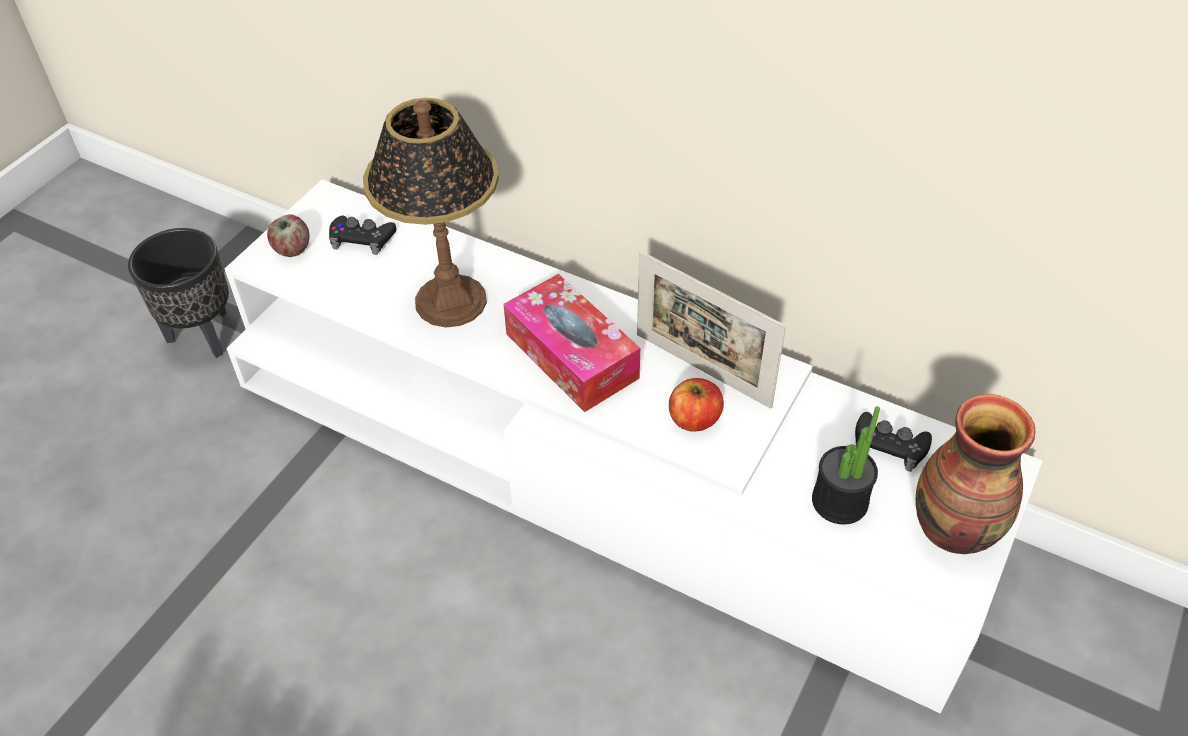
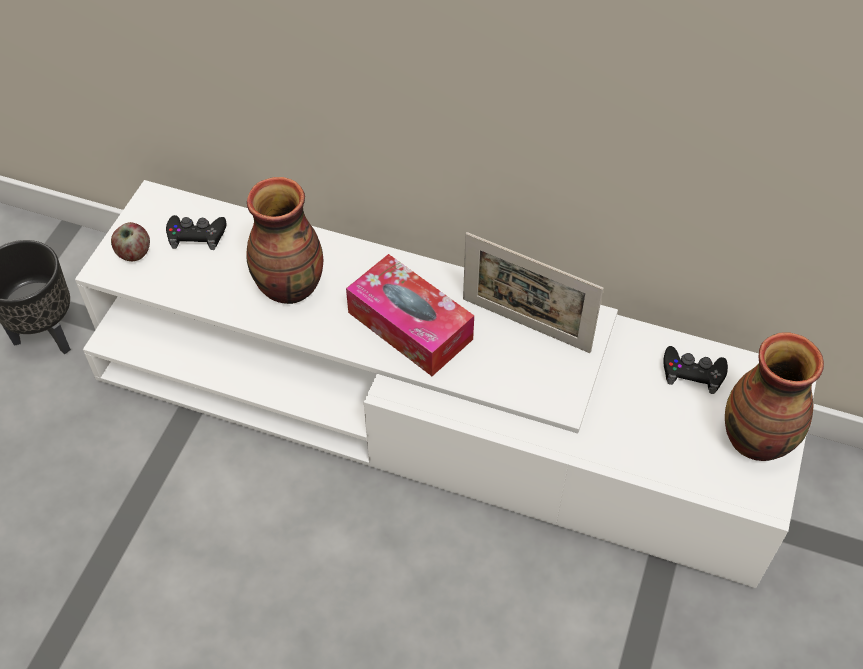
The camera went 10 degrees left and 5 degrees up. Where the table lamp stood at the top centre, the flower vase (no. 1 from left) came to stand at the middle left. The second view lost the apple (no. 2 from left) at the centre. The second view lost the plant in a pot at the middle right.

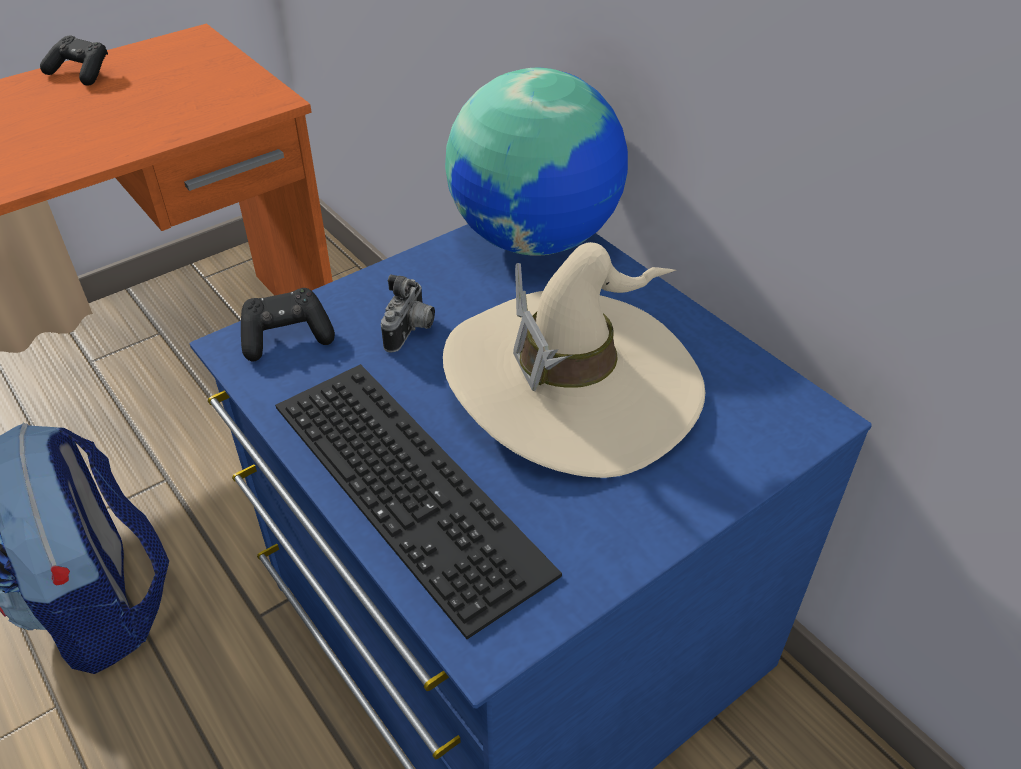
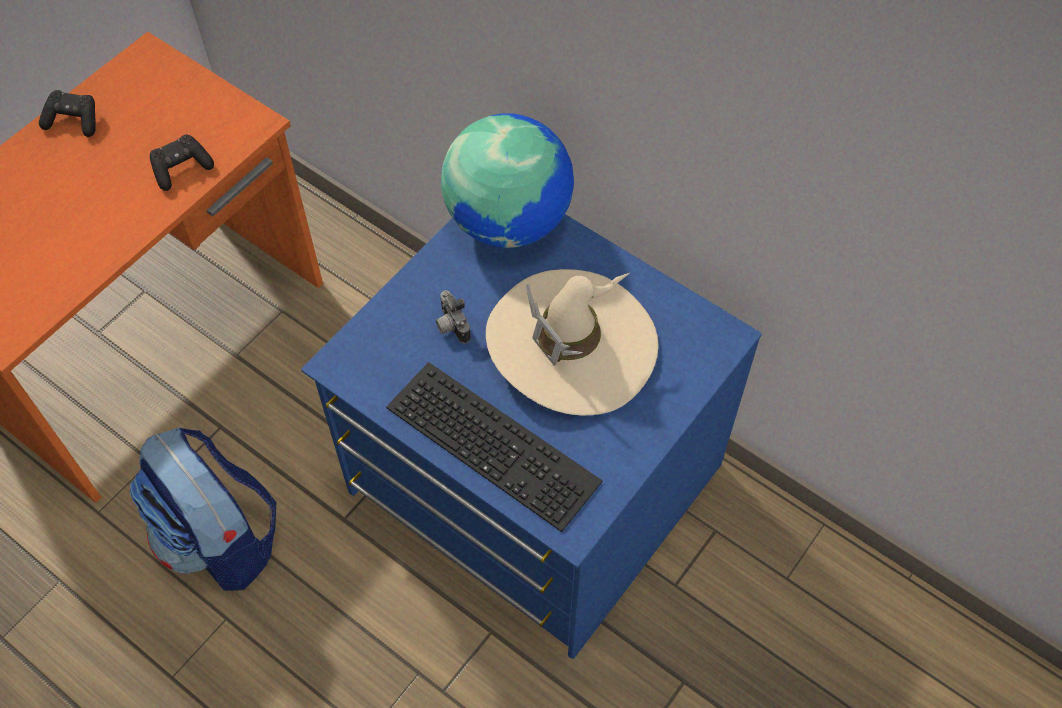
The camera went 15 degrees left and 15 degrees up. The blackish gamepad (no. 2 from left) ended up elsewhere, having gone from the middle left to the top left. The still camera at the centre ended up facing another way, 150 degrees clockwise from before.

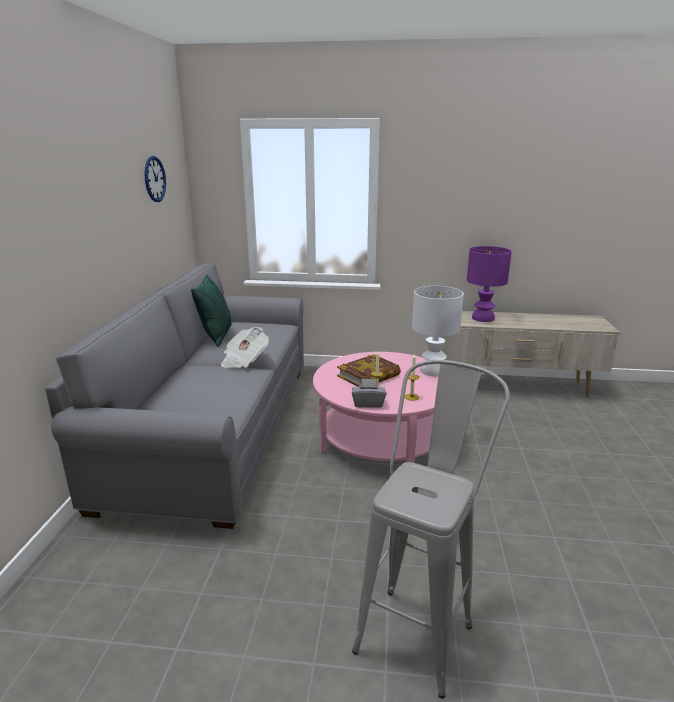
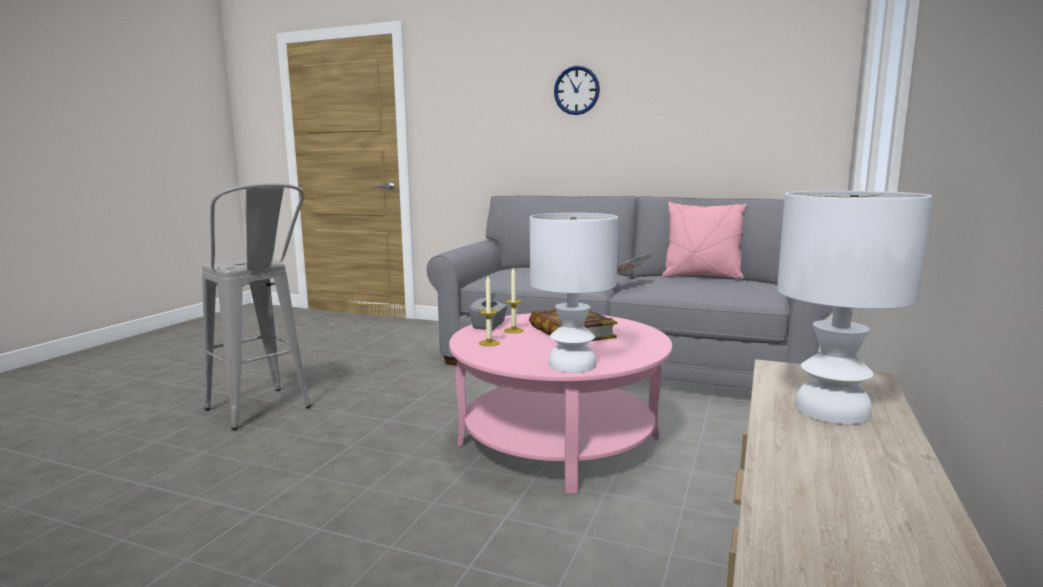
The camera went 105 degrees right and 10 degrees down. The wall clock ended up elsewhere, having gone from the top left to the top centre. What was the green-coloured throw pillow at the middle left turned into the pinkish throw pillow at the middle right. What was the purple table lamp at the middle right turned into the white table lamp (no. 2 from left) at the middle right.

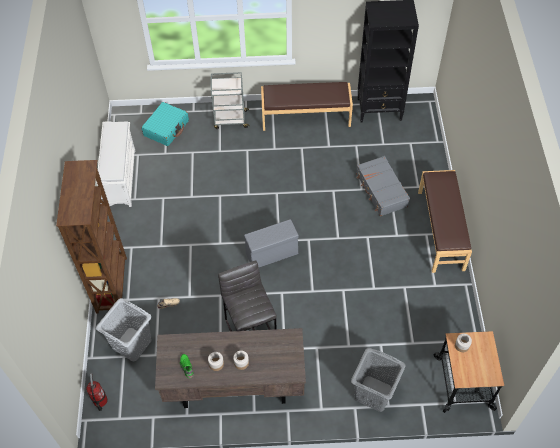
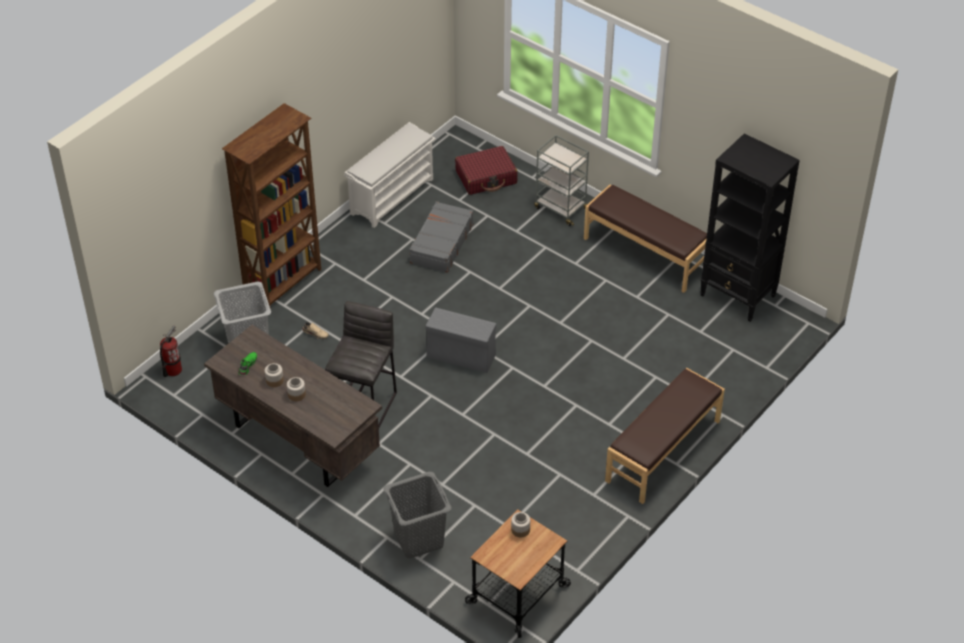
The camera went 40 degrees right and 10 degrees down. What was the turquoise piece of luggage at the top left turned into the reddish piece of luggage at the top centre. The grey piece of luggage ended up elsewhere, having gone from the middle right to the centre.

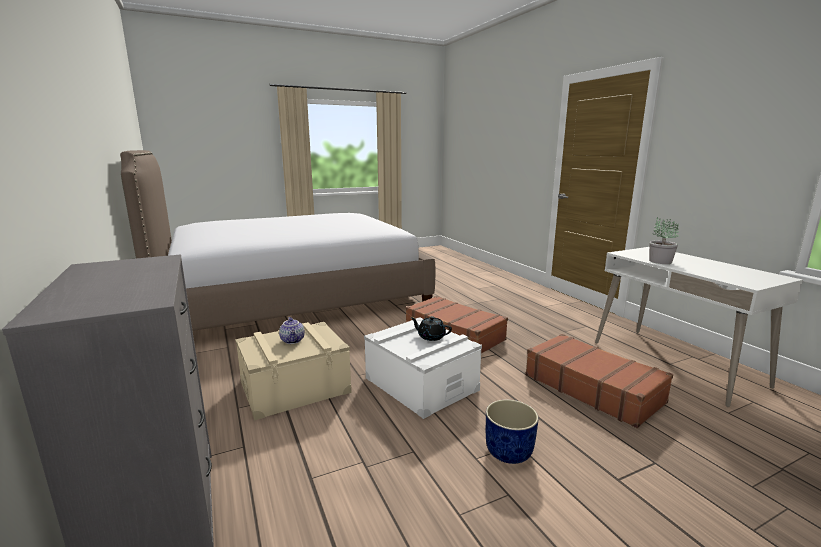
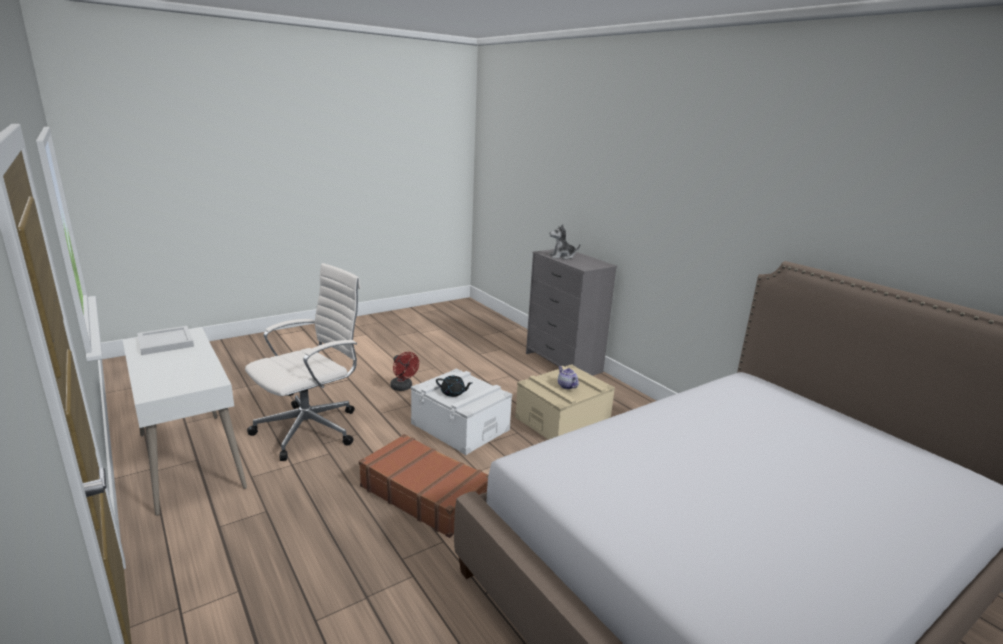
The camera went 170 degrees right and 5 degrees up. Where the bluish plant pot stood at the bottom centre, the reddish fan came to stand at the centre. Where the brownish piece of luggage (no. 2 from left) stood at the bottom right, the white computer chair came to stand at the middle left. The second view lost the plant in a pot at the middle right. The second view gained the white tray at the middle left. The second view gained the soft toy at the centre.

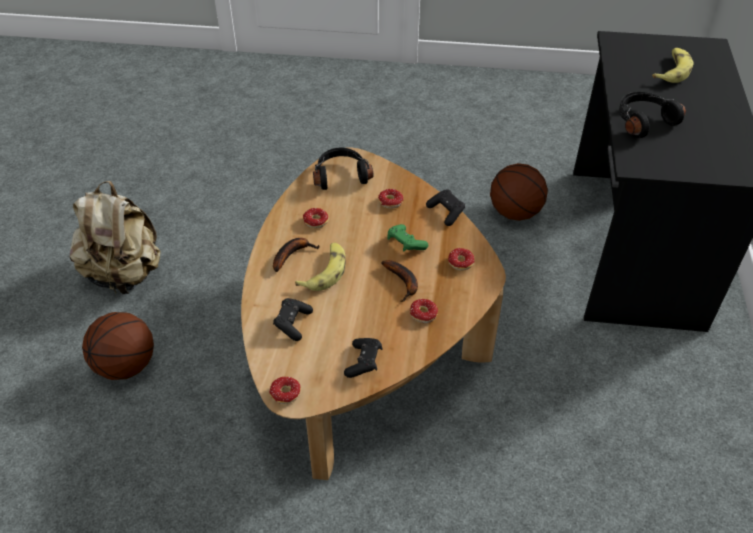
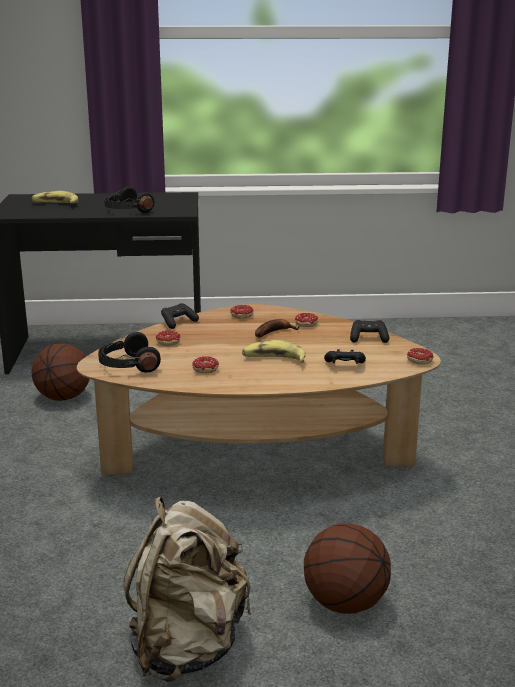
The camera went 100 degrees left and 25 degrees down. The second view lost the whole banana (no. 1 from left) at the centre. The second view lost the green-coloured gamepad at the centre.

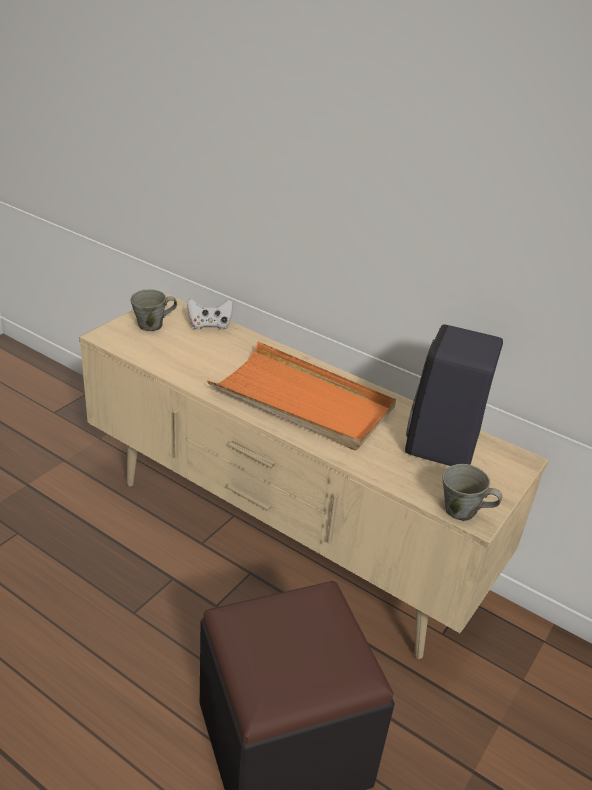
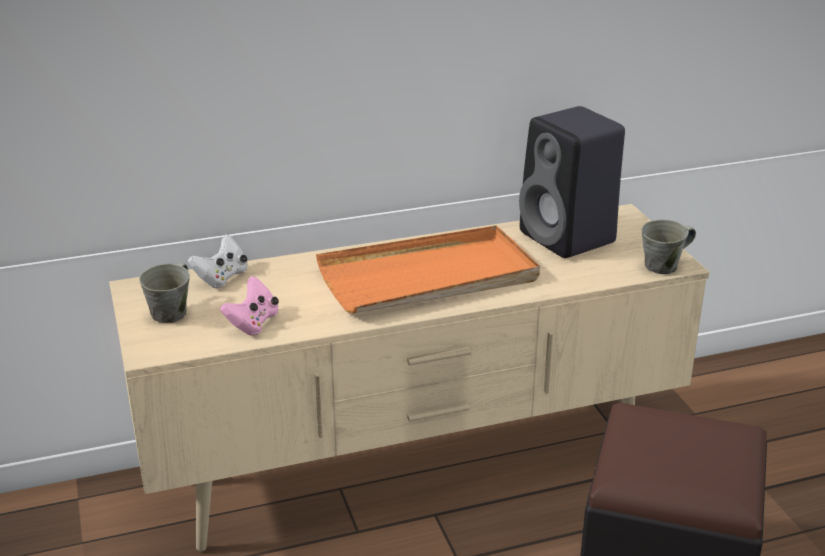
The camera went 50 degrees left and 5 degrees down. The second view gained the pinkish gamepad at the middle left.

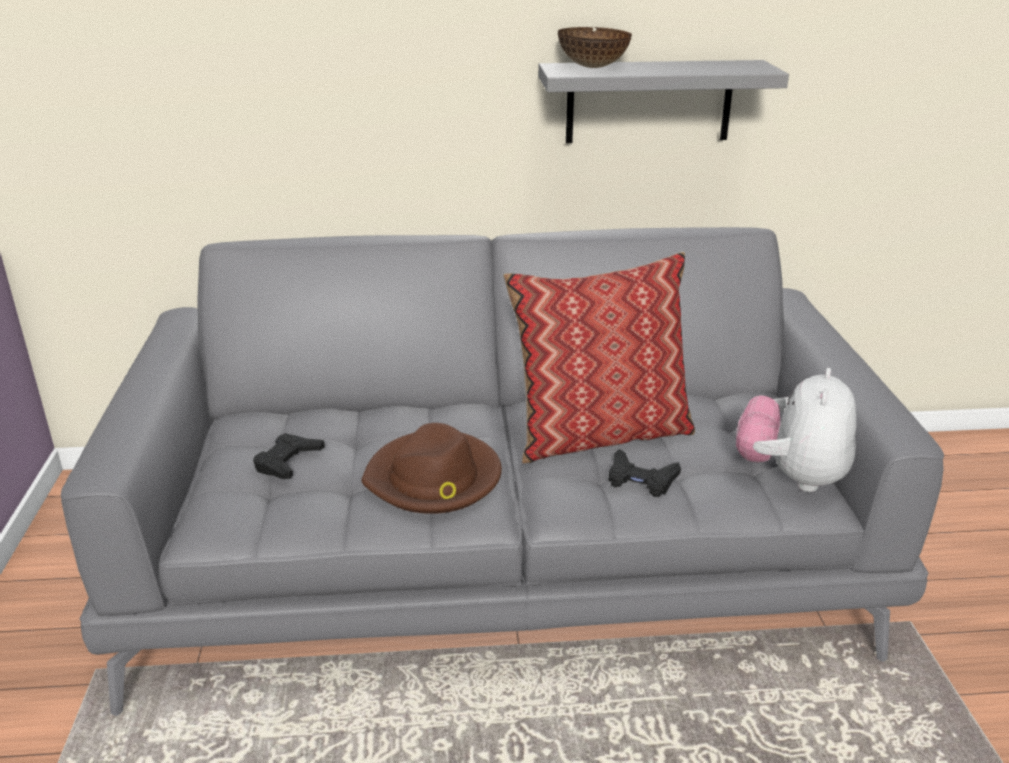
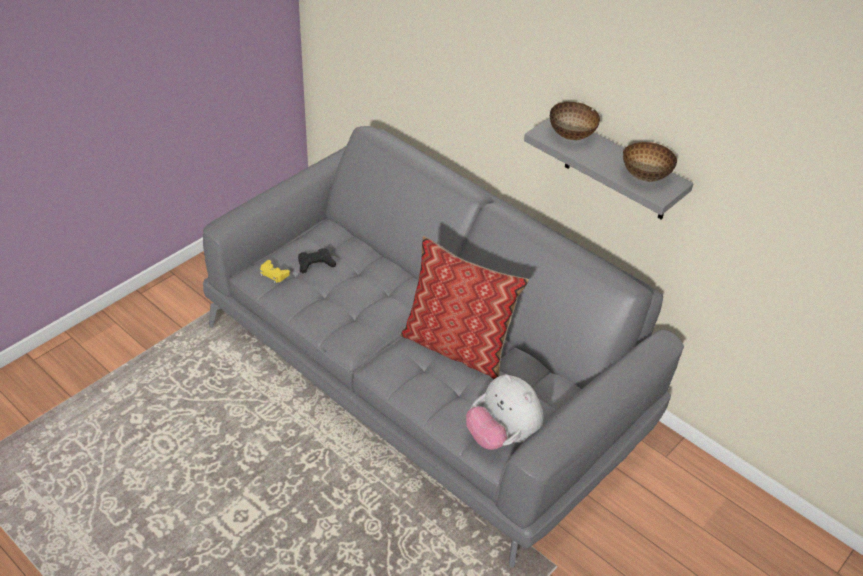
The camera went 45 degrees right and 15 degrees up. The second view lost the brownish wearable hat at the centre. The second view lost the blackish gamepad (no. 2 from left) at the centre. The soft toy at the middle right ended up facing another way, 105 degrees counterclockwise from before. The second view gained the yellow gamepad at the middle left. The second view gained the deep dish (no. 2 from left) at the top right.

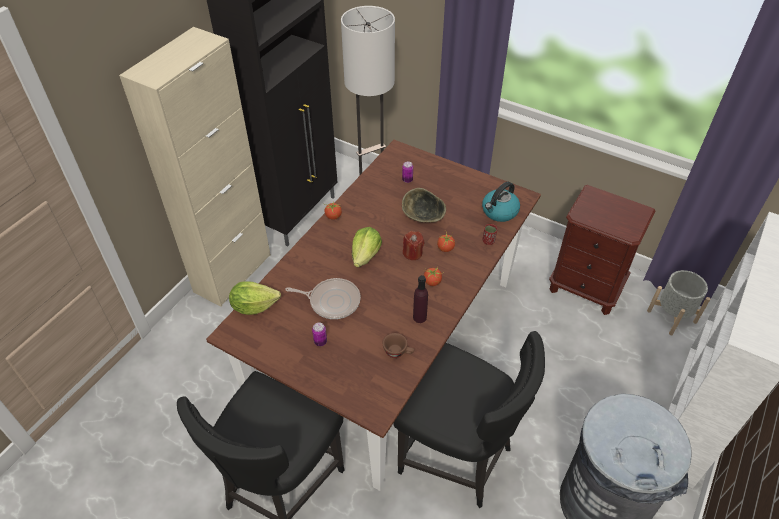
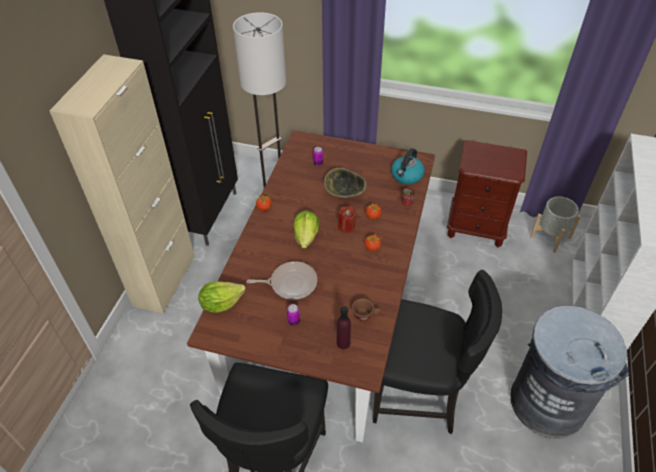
The camera went 15 degrees left and 0 degrees up. The purple bottle ended up elsewhere, having gone from the centre to the bottom centre.

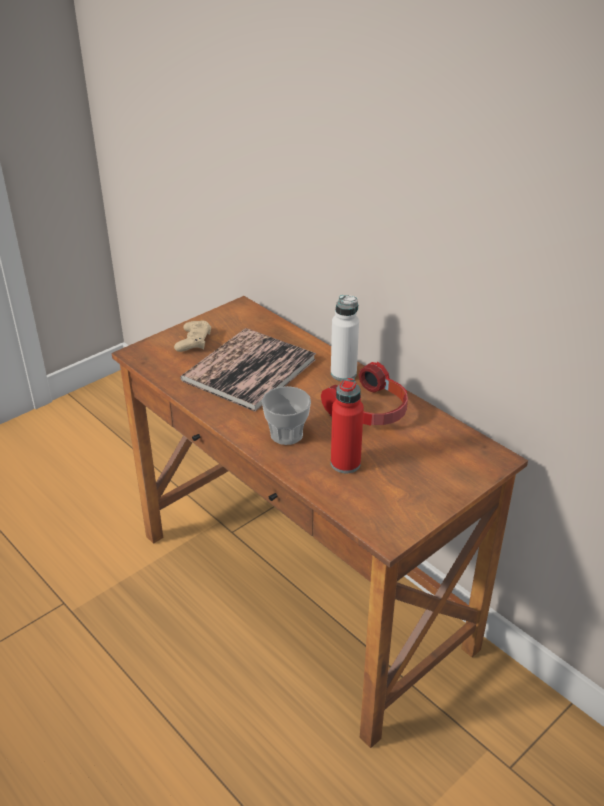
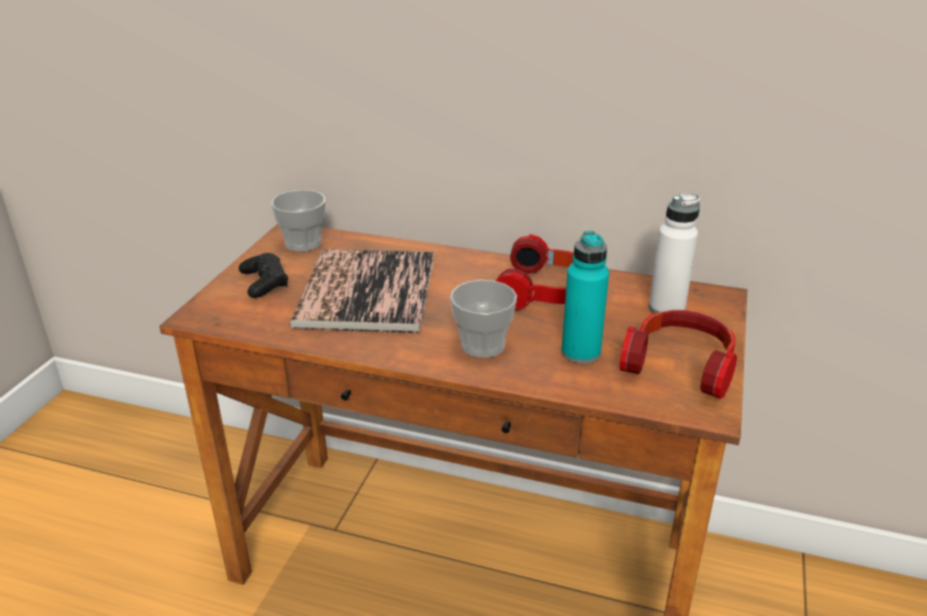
The camera went 30 degrees left and 5 degrees down. What was the beige gamepad at the middle left turned into the blackish gamepad at the middle left. The white bottle ended up elsewhere, having gone from the centre to the middle right. What was the reddish bottle at the centre turned into the turquoise bottle at the centre. The second view gained the drinking cup (no. 1 from left) at the middle left. The second view gained the pair of headphones (no. 2 from left) at the middle right.

